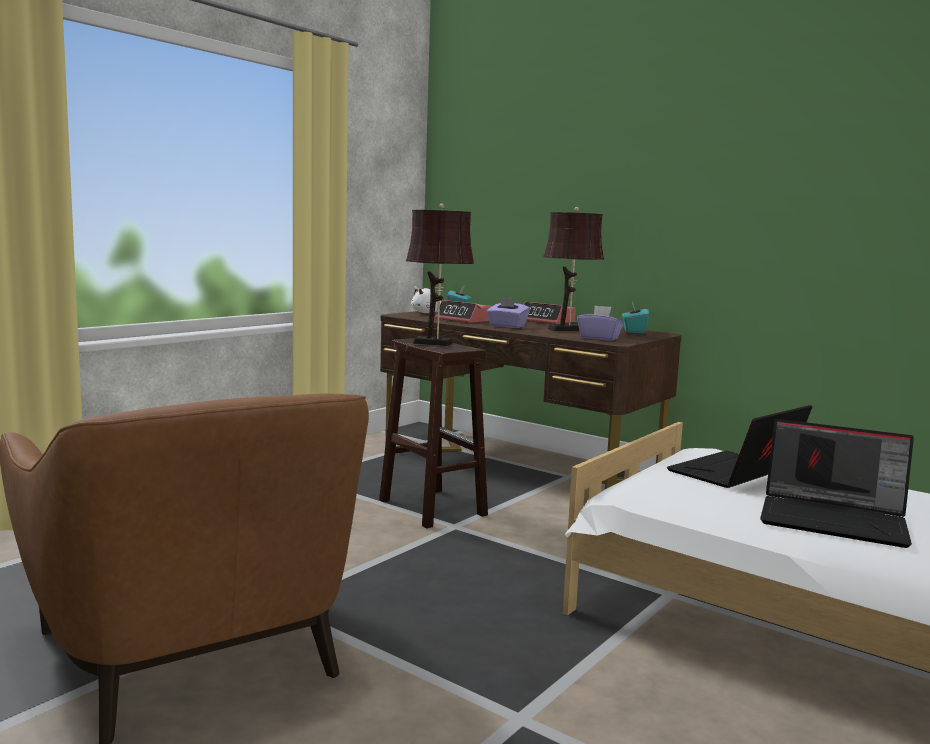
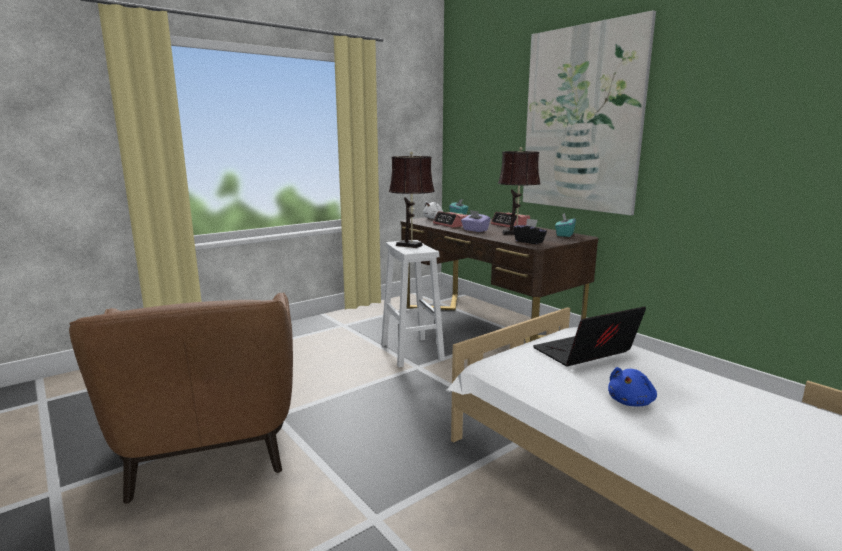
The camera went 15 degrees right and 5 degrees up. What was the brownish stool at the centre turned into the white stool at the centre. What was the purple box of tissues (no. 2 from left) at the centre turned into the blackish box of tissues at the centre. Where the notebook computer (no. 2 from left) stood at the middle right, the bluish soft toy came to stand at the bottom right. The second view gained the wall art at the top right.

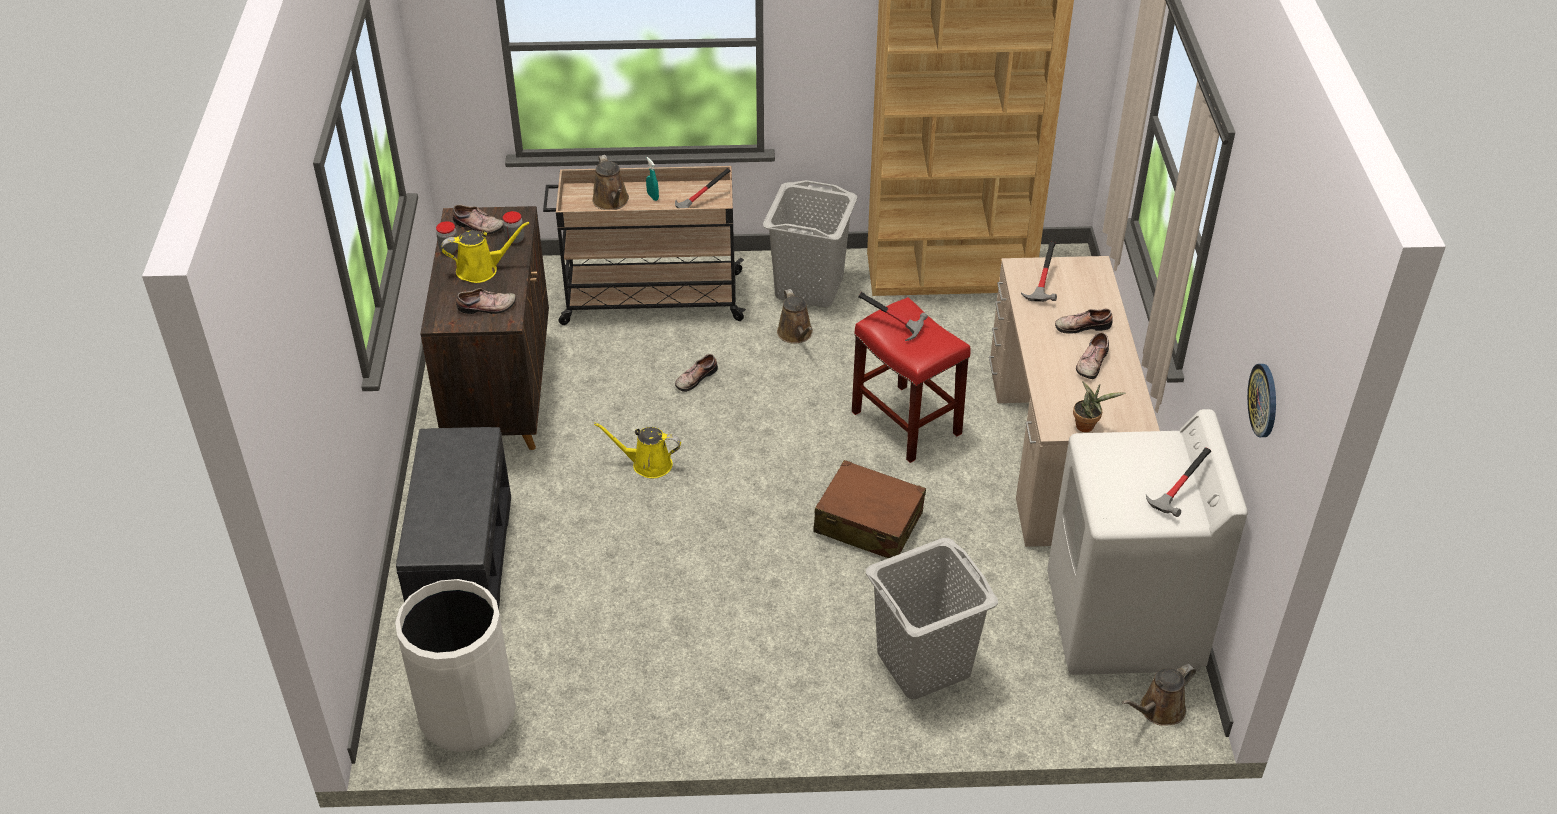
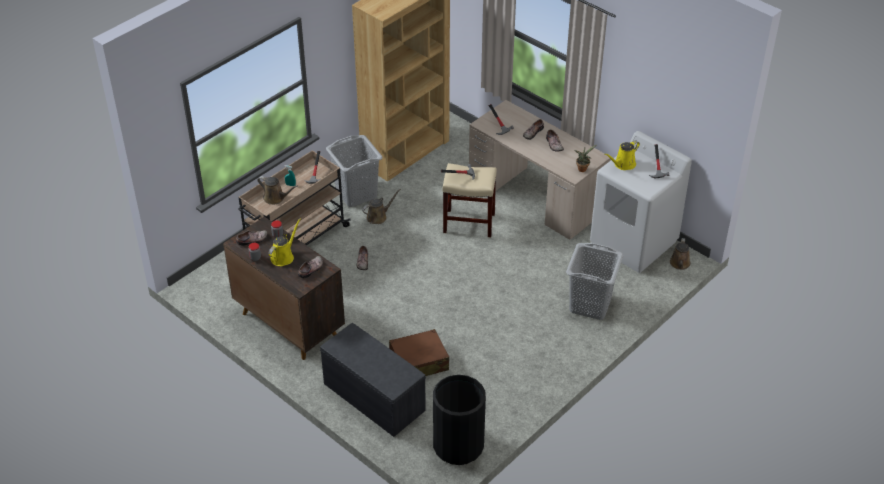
The camera went 45 degrees left and 0 degrees up. What was the white rubbish bin at the bottom left turned into the blackish rubbish bin at the bottom centre. The yellow watering pot (no. 2 from left) ended up elsewhere, having gone from the centre to the top right. The brownish watering pot (no. 2 from left) at the centre ended up facing another way, 60 degrees counterclockwise from before. The brownish piece of luggage ended up elsewhere, having gone from the centre to the bottom centre. What was the reddish stool at the centre turned into the beige stool at the centre. The second view lost the wall clock at the middle right.

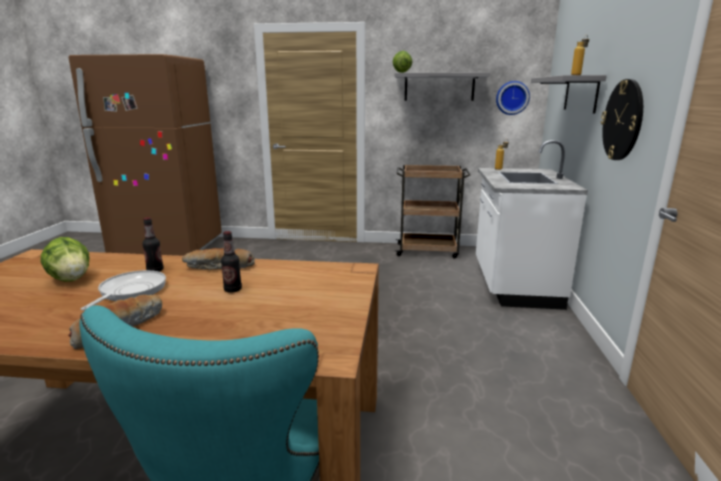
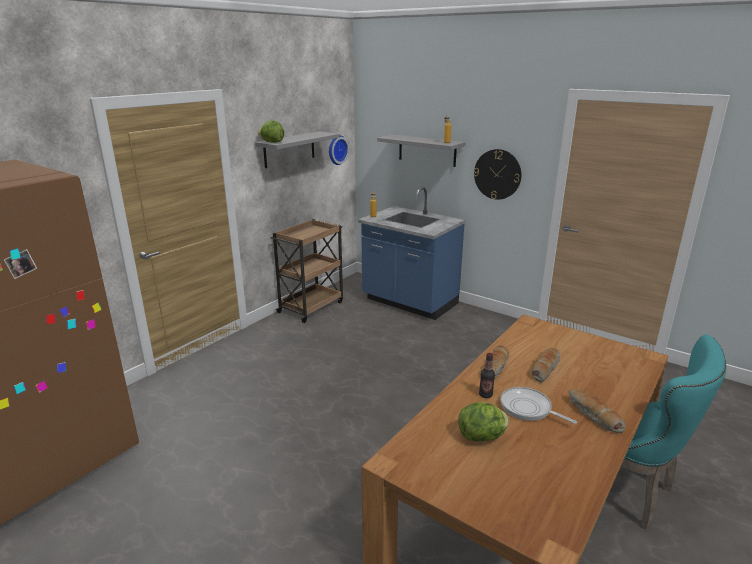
The camera went 60 degrees left and 5 degrees up. Where the bottle (no. 2 from left) stood at the middle left, the bakery bread (no. 2 from left) came to stand at the middle right. What was the white kitchen base unit at the middle right turned into the bluish kitchen base unit at the centre.

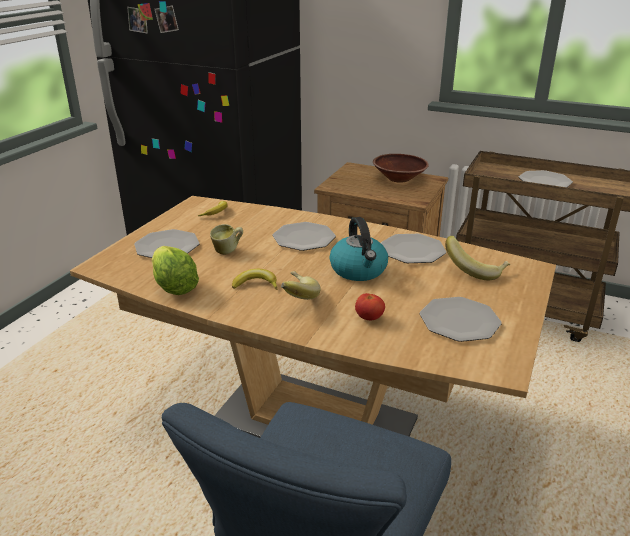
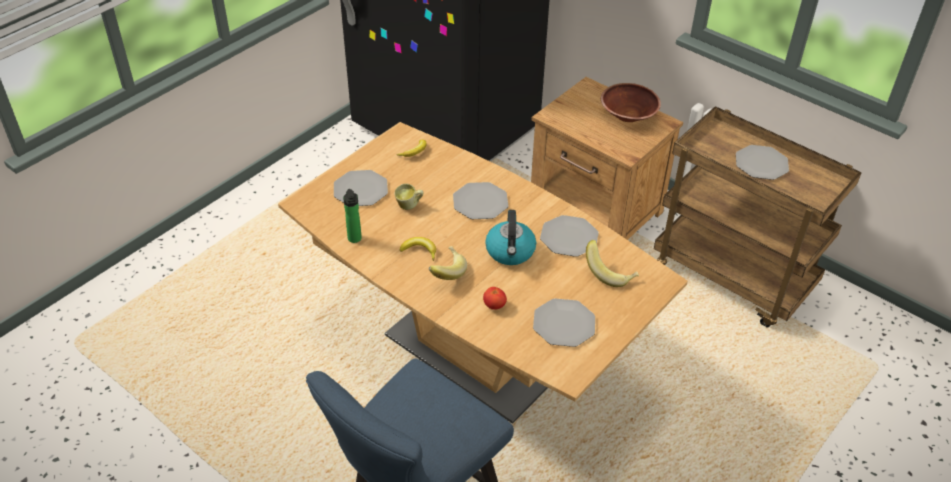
The camera went 15 degrees right and 15 degrees up. Where the head of lettuce stood at the middle left, the bottle came to stand at the centre.

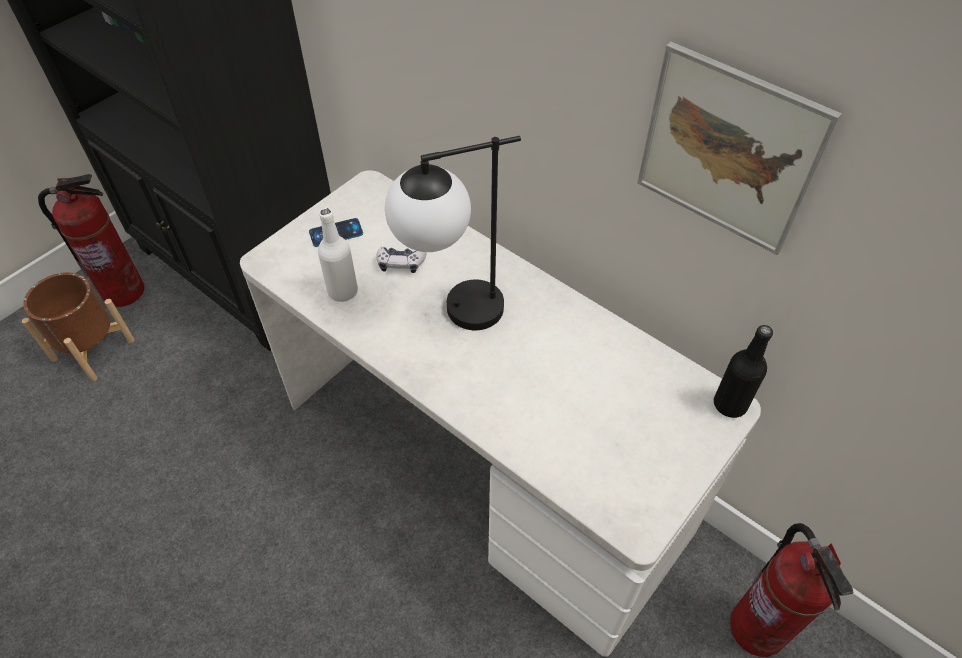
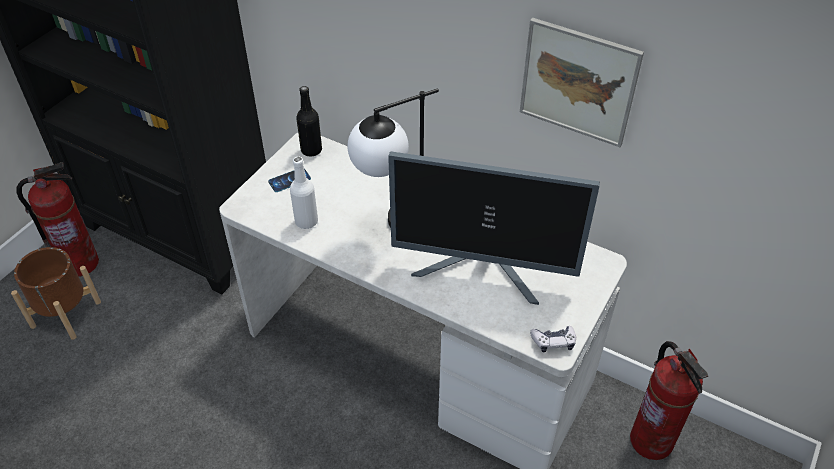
The camera went 10 degrees left and 5 degrees down. The gamepad ended up elsewhere, having gone from the centre to the bottom centre. The blackish bottle ended up elsewhere, having gone from the middle right to the top centre. The second view gained the monitor at the centre.

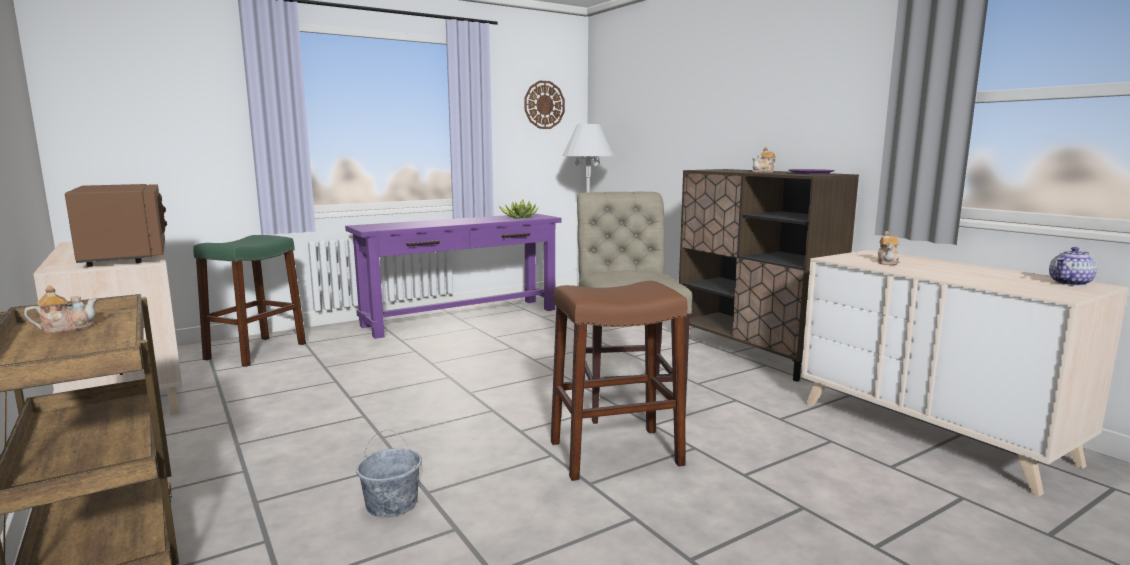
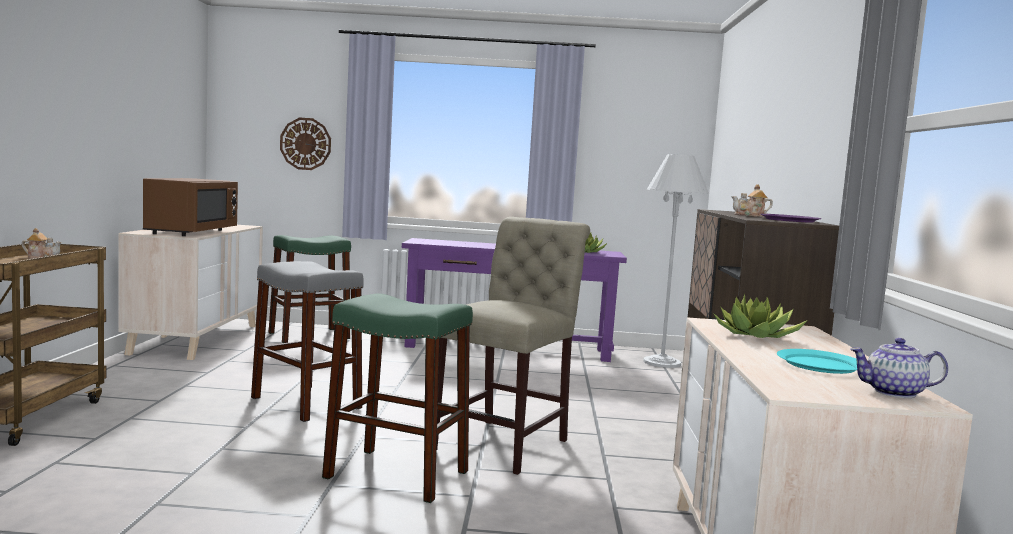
The camera went 35 degrees right and 5 degrees down. The second view lost the grey bucket at the bottom centre. The wall clock ended up elsewhere, having gone from the top centre to the top left. What was the brownish stool at the bottom centre turned into the green-coloured stool (no. 2 from left) at the bottom centre. Where the pot for tea (no. 3 from left) stood at the middle right, the plant in a pot (no. 2 from left) came to stand at the middle right. The second view gained the grey stool at the middle left. The second view gained the turquoise plate at the bottom right.

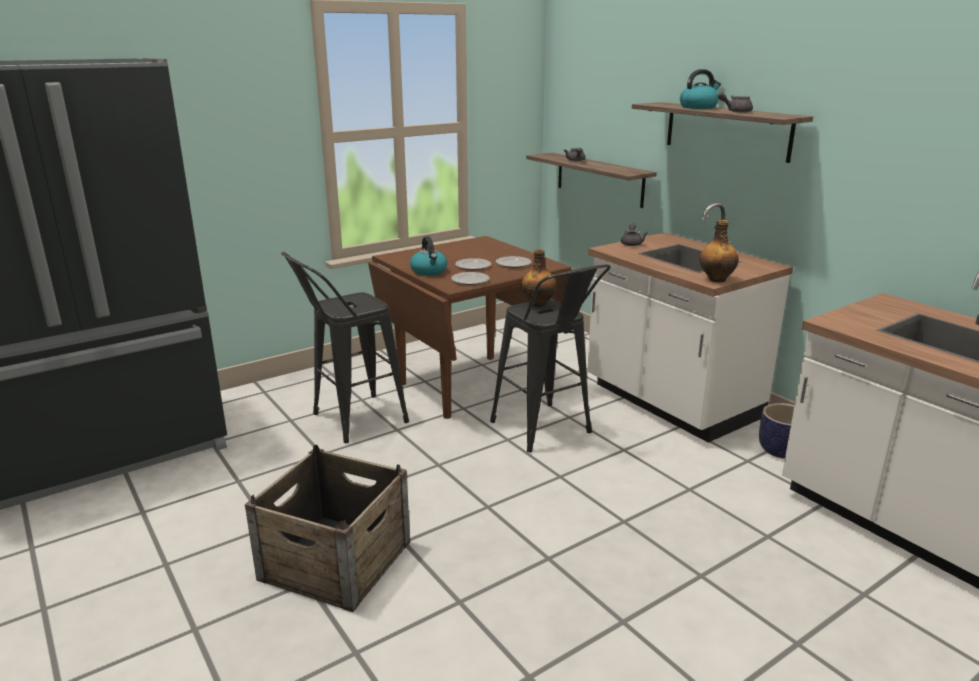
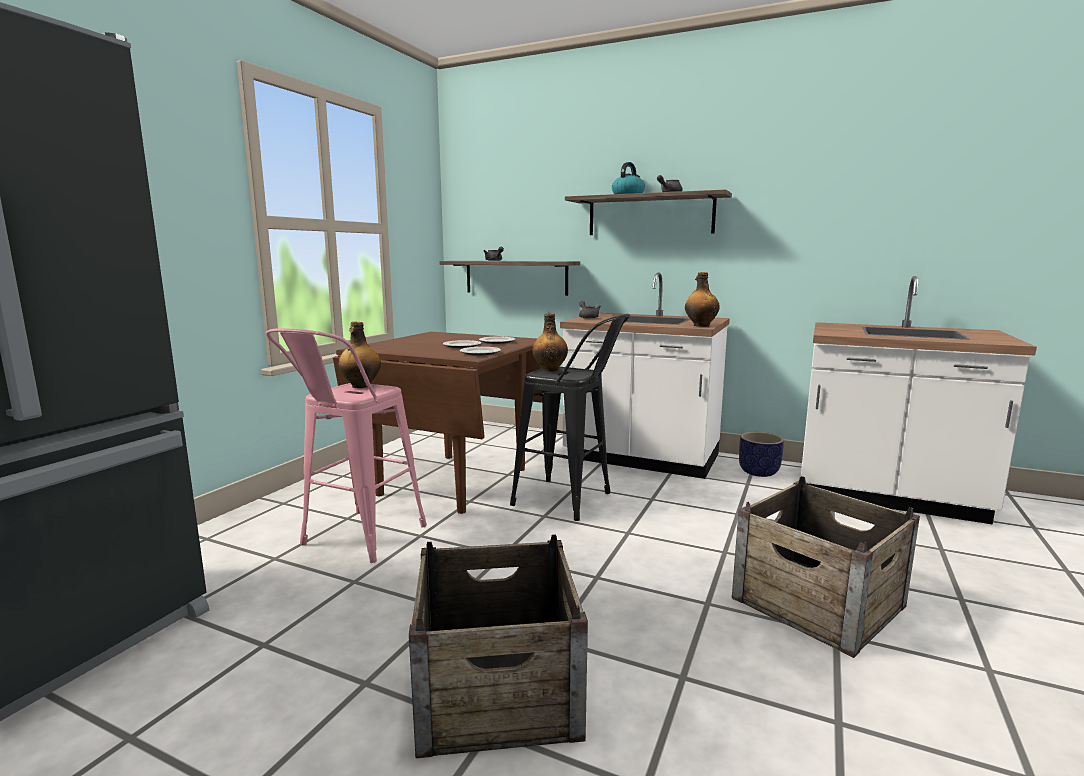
The camera went 30 degrees left and 10 degrees down. What was the blackish stool (no. 1 from left) at the centre turned into the pinkish stool at the middle left. The second view lost the tea kettle (no. 1 from left) at the centre. The second view gained the bottle (no. 1 from left) at the middle left. The second view gained the crate (no. 2 from left) at the bottom right.

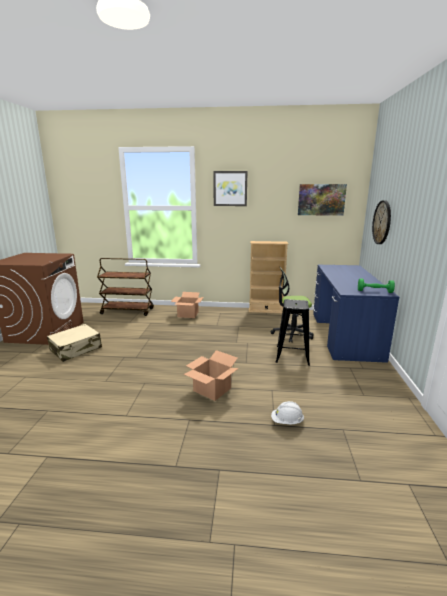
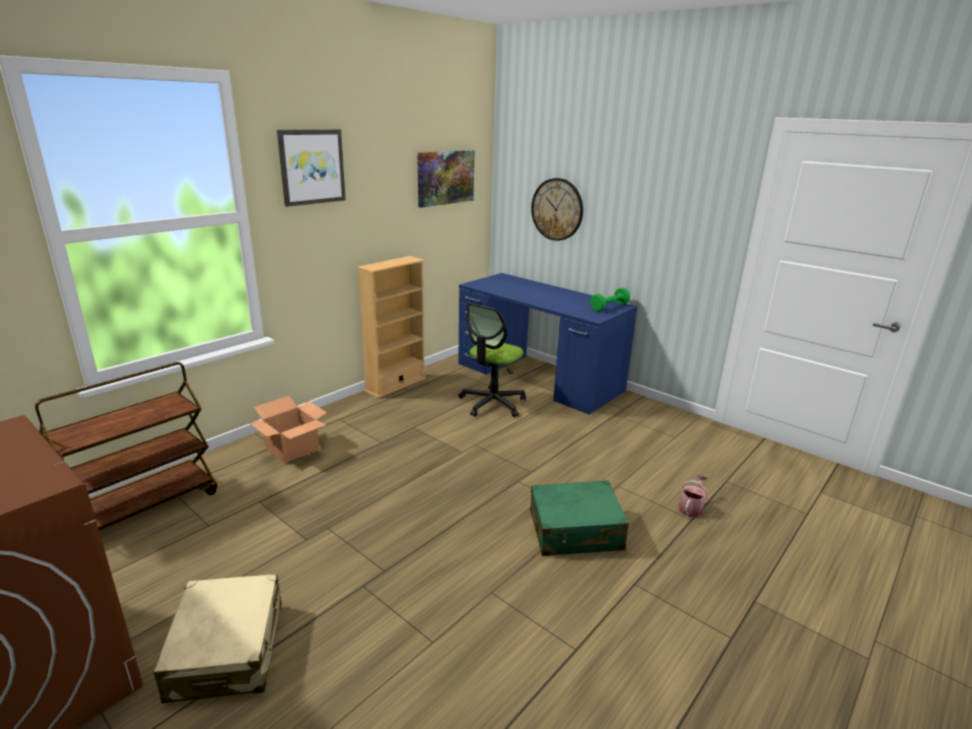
The camera went 55 degrees left and 5 degrees up. Where the cardboard box (no. 2 from left) stood at the centre, the green-coloured piece of luggage came to stand at the bottom centre. Where the white work helmet stood at the bottom centre, the watering pot came to stand at the bottom right. The second view lost the blackish stool at the centre.

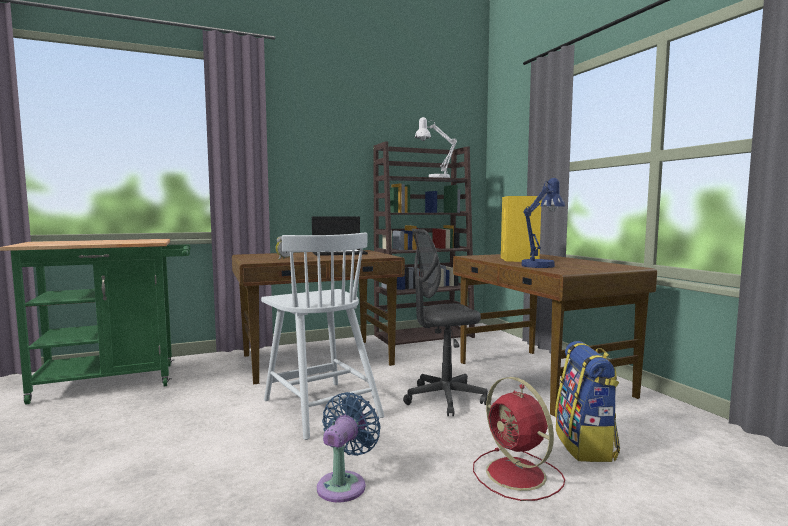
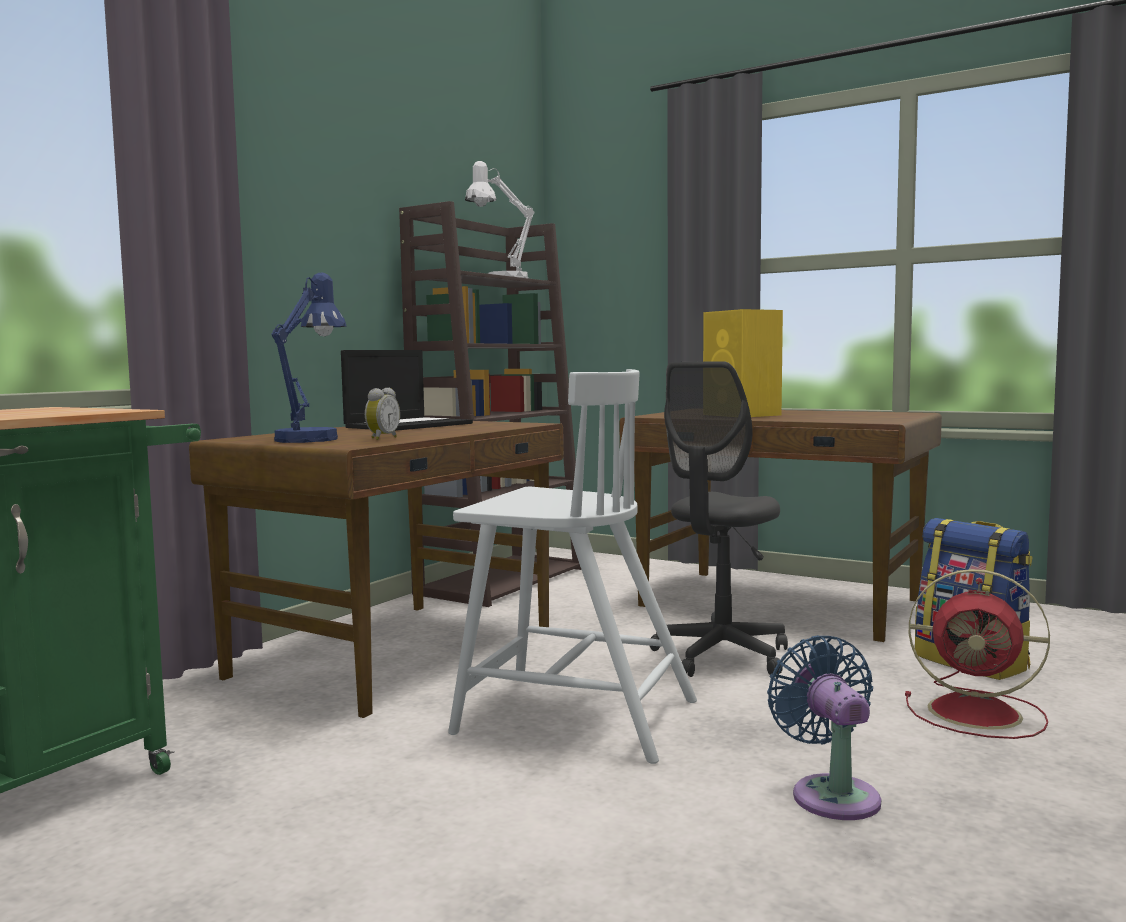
The camera went 35 degrees left and 0 degrees up. The bluish table lamp ended up elsewhere, having gone from the middle right to the middle left.

